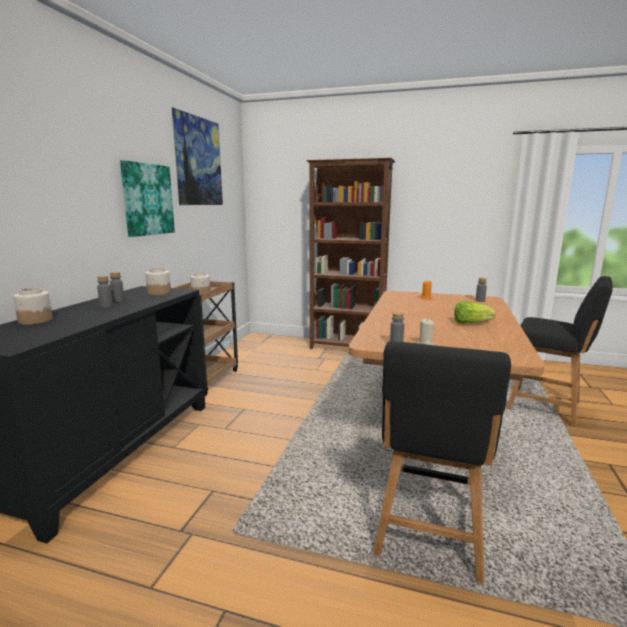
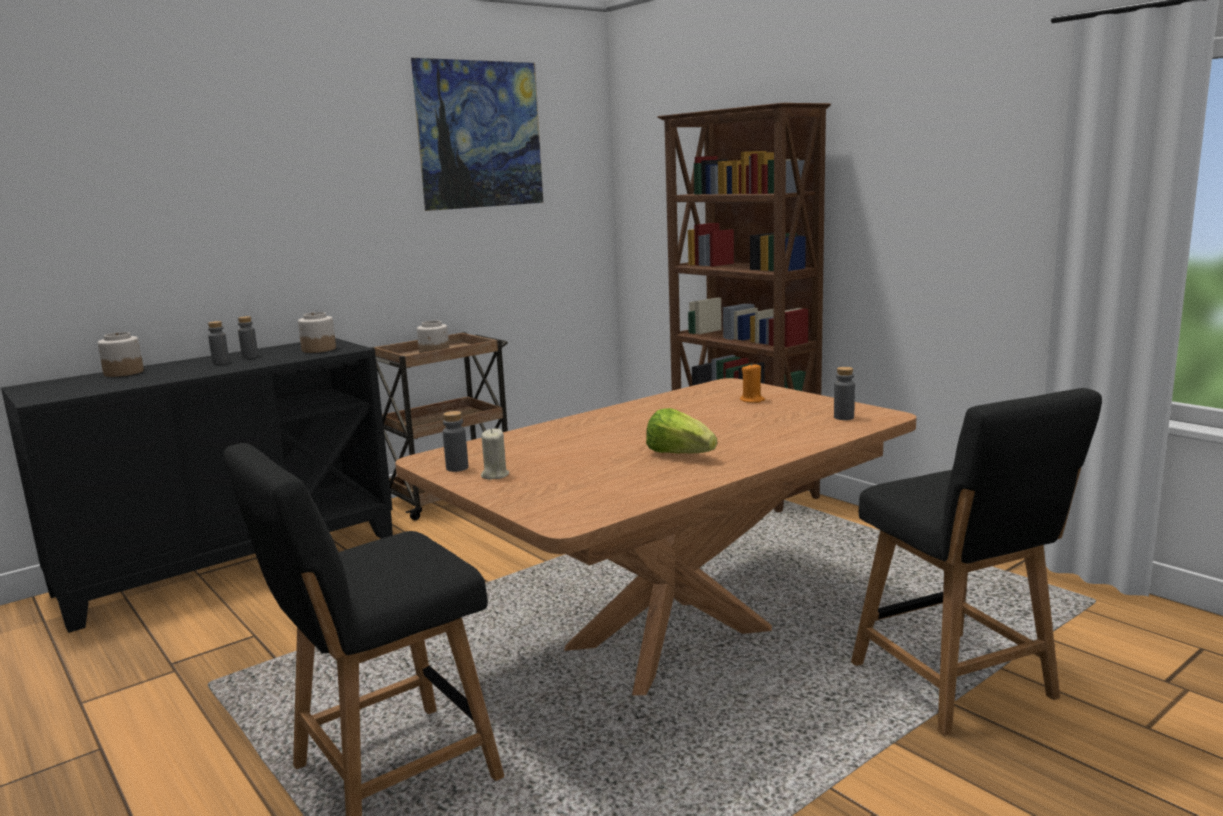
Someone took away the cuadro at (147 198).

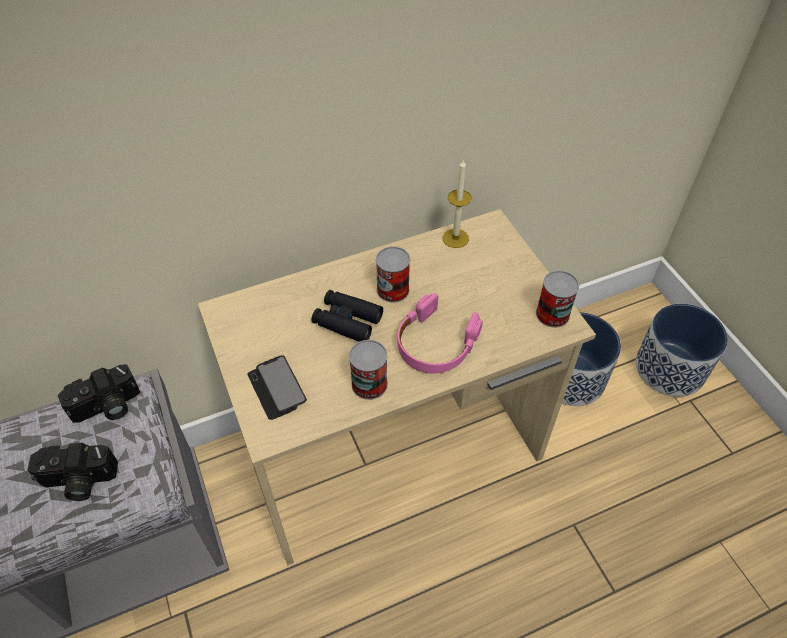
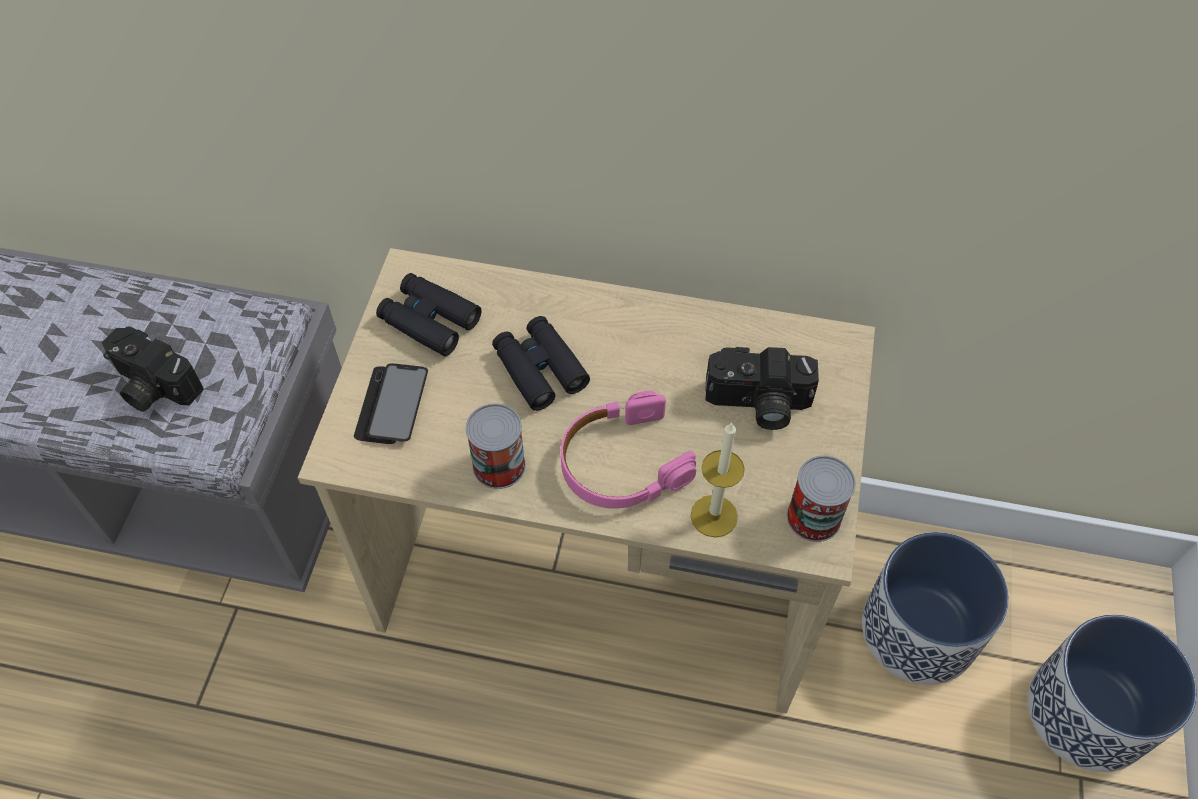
Someone took away the lata at (393 274).
Someone put down the prismáticos [negro] at (428 314).
Someone carried the cámara from (99 393) to (762 388).
Someone carried the vela from (457 204) to (718 480).

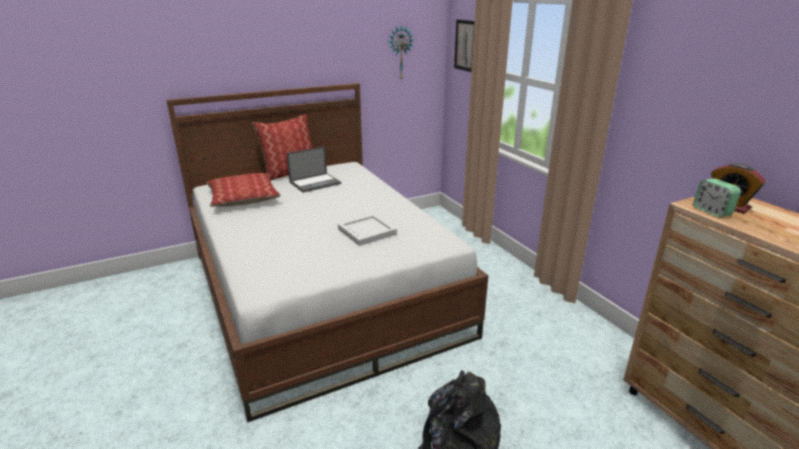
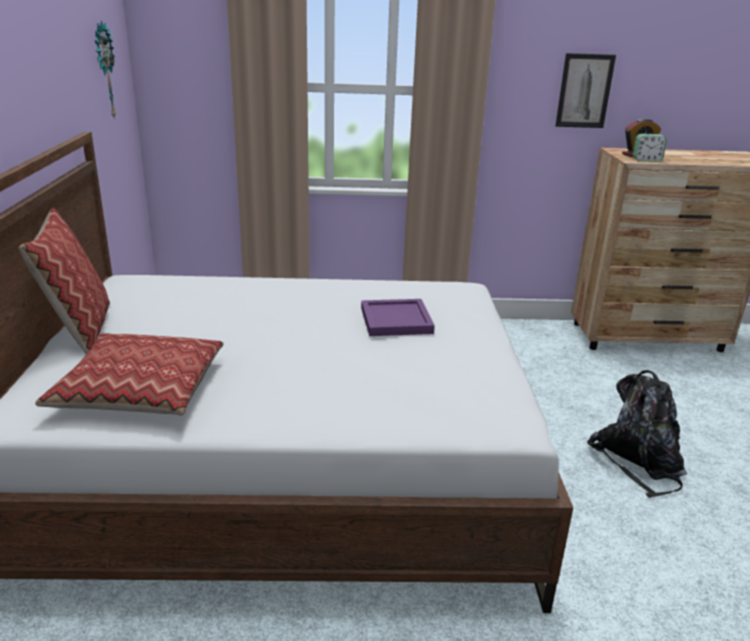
Someone took away the portátil at (314 169).
Someone carried the cuadro from (464 45) to (585 90).
Someone repainted the bandeja [blanco] at (367 230), which became the bandeja [morado] at (398 317).

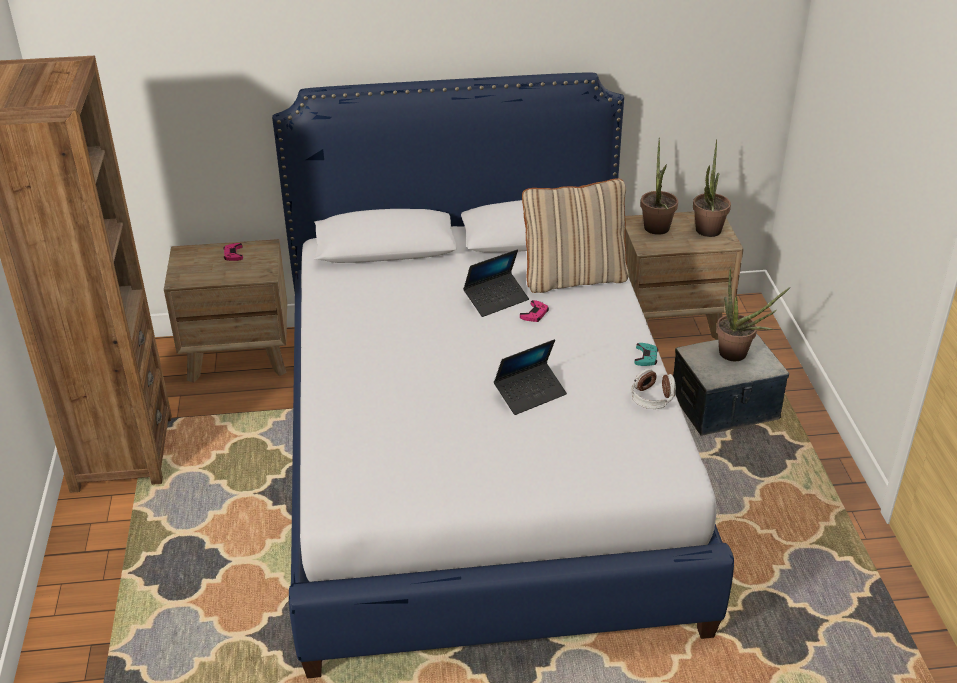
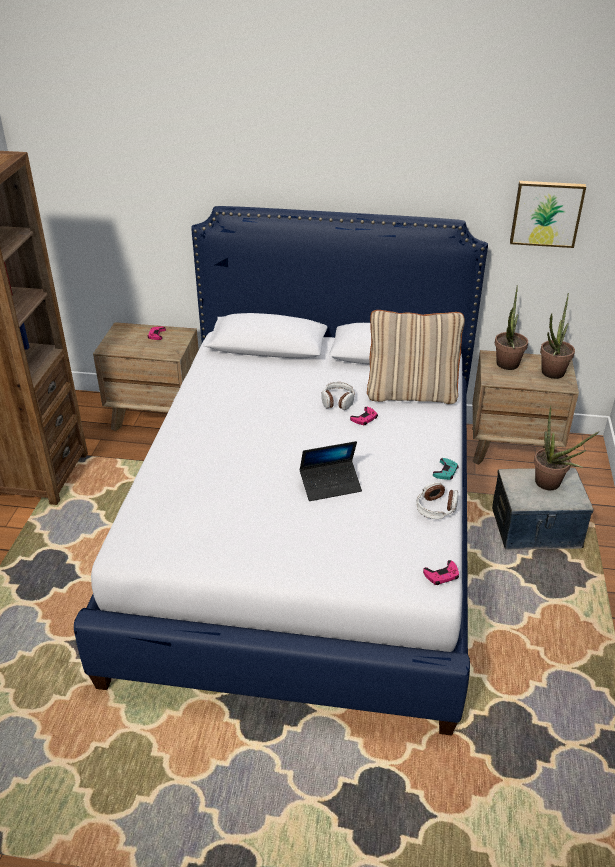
Someone put down the mando de consola [rosa] at (441 572).
Someone put up the cuadro at (548 214).
Someone swapped the portátil at (496 283) for the auriculares at (338 396).

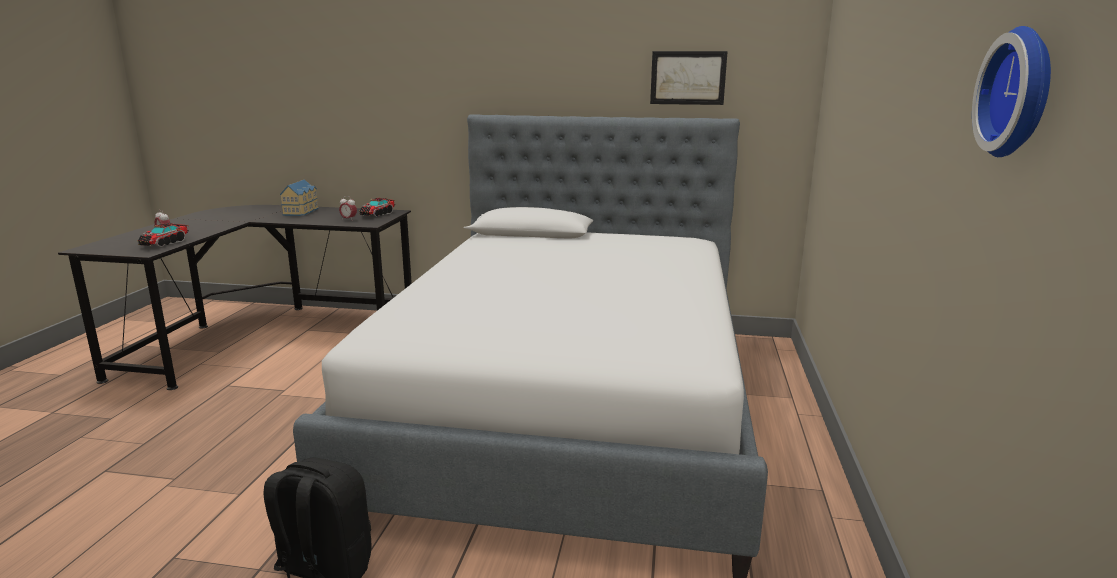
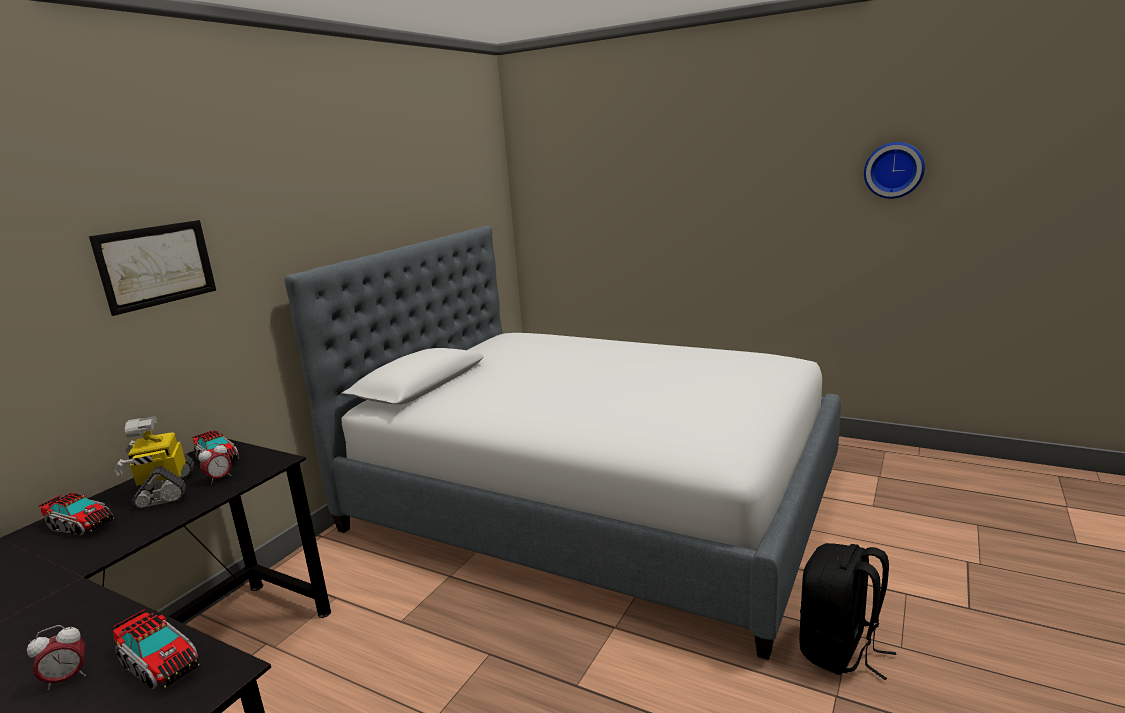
Someone put down the robot de juguete at (153 462).
Someone carried the cuadro from (689 78) to (152 268).
Someone swapped the casita at (299 197) for the camión de juguete at (77 513).

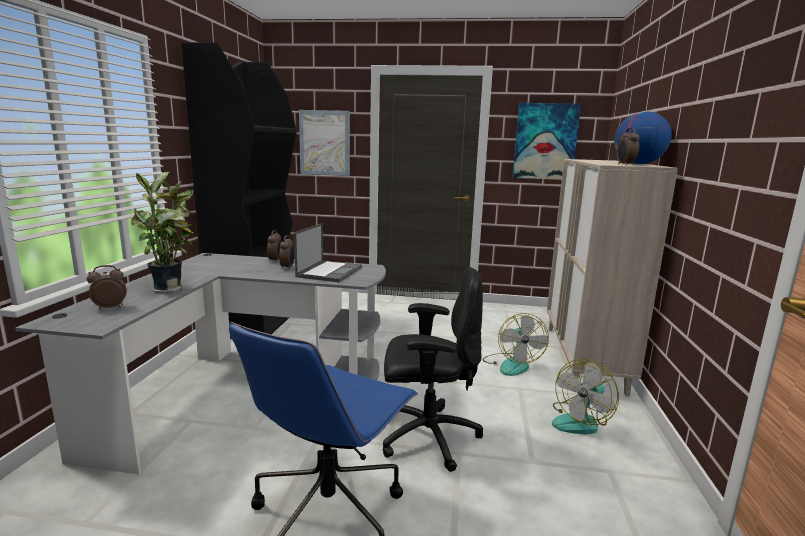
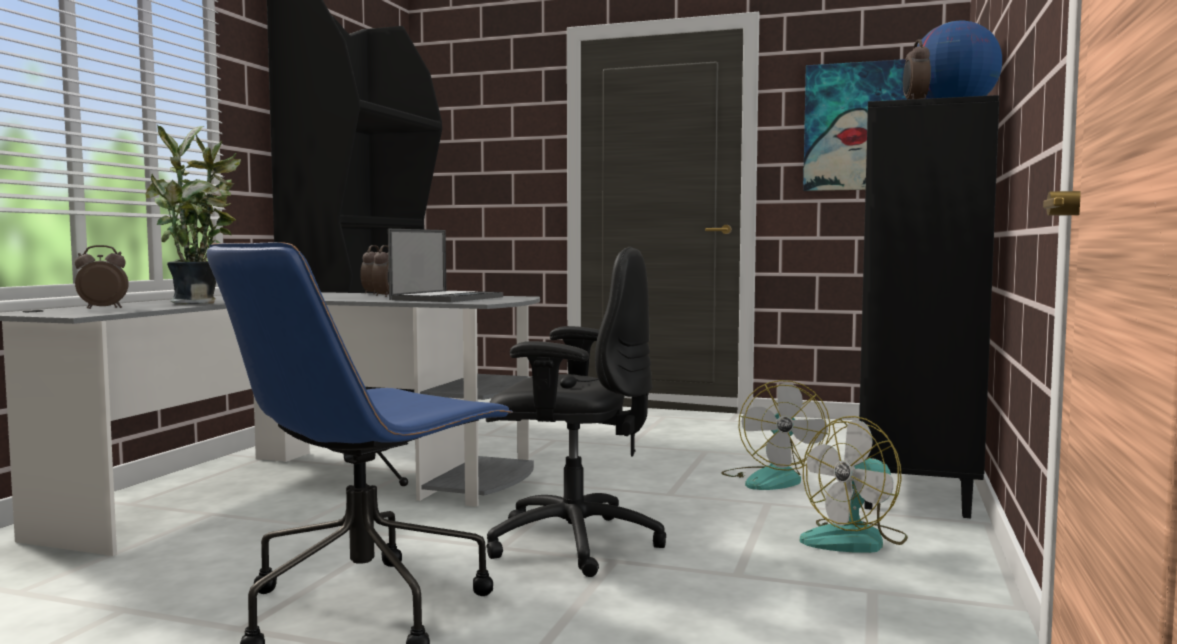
Someone took away the cuadro at (324 143).
Someone repainted the armario [beis] at (612 278), which became the armario [negro] at (929 306).

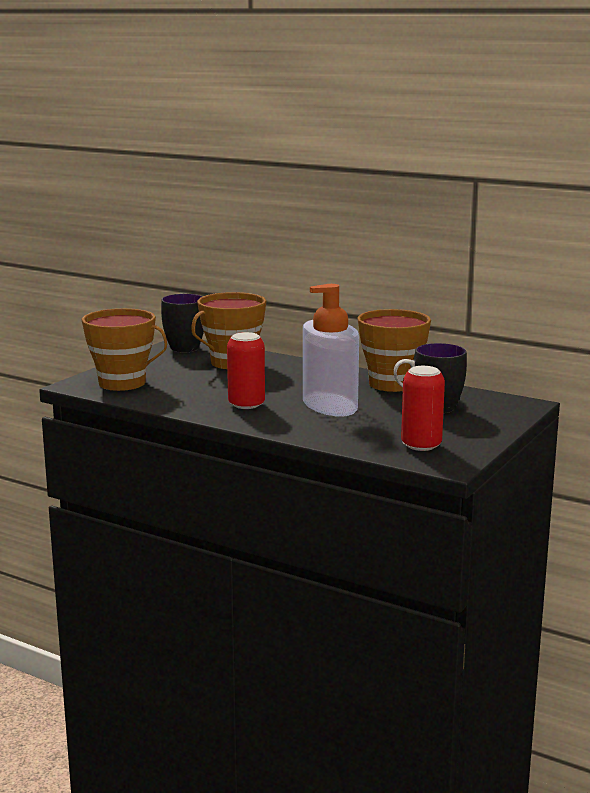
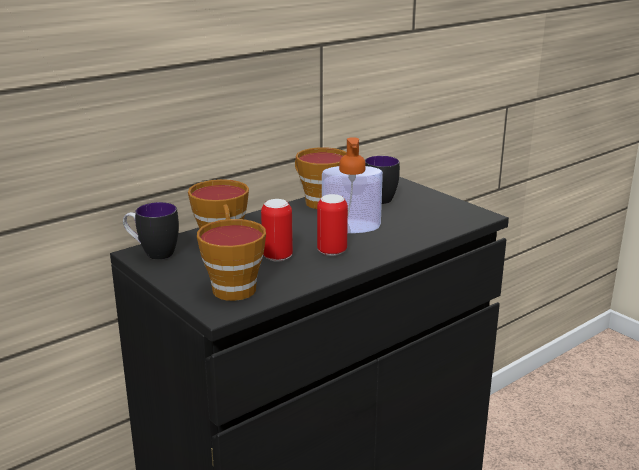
Someone carried the lata from (423 408) to (277 230).

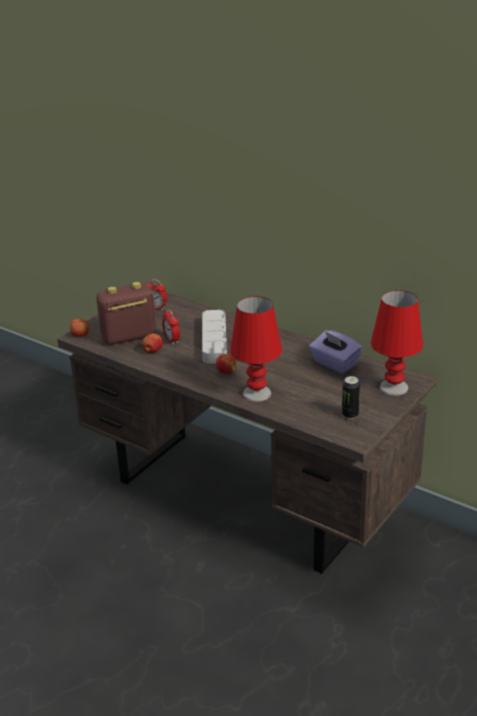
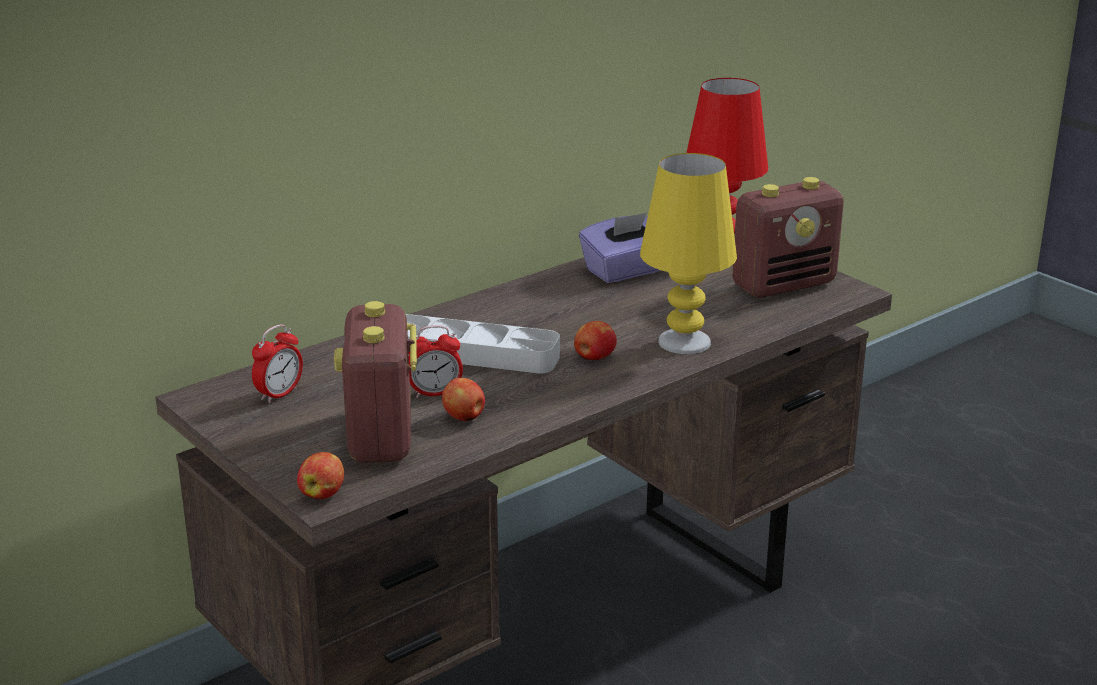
Someone swapped the lata at (351 397) for the radio at (788 237).
Someone repainted the lámpara de mesa [rojo] at (256 349), which became the lámpara de mesa [amarillo] at (688 253).

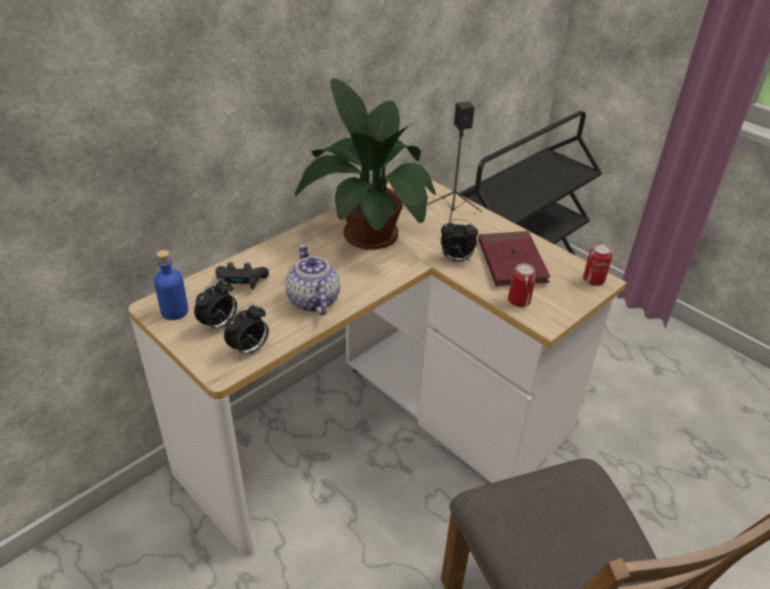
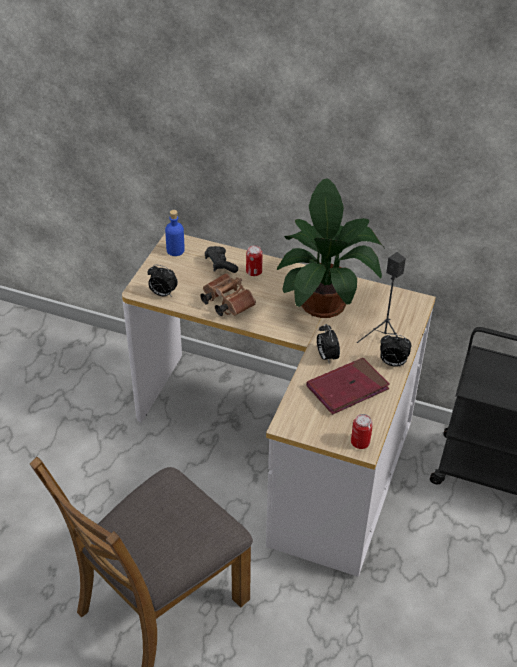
Someone carried the despertador from (215 305) to (396 350).
Someone carried the lata from (522 285) to (254 260).
Someone swapped the tetera at (313 280) for the prismáticos [marrón] at (228 294).

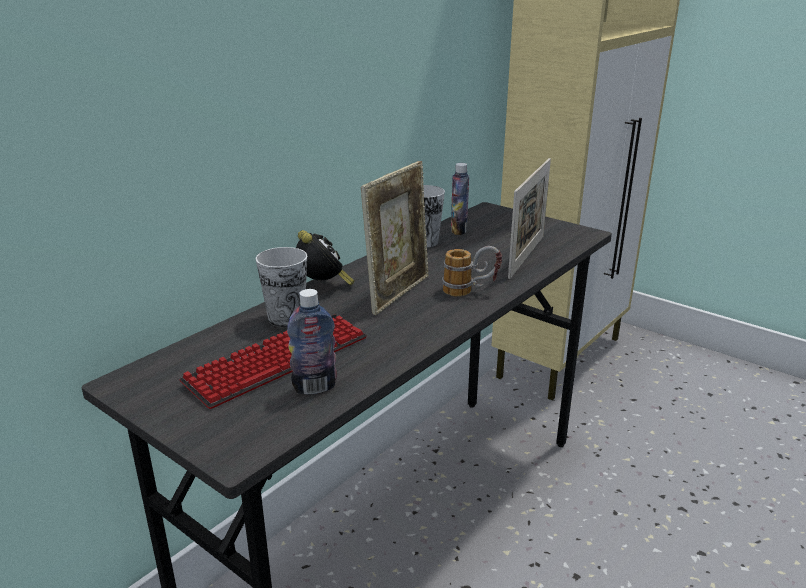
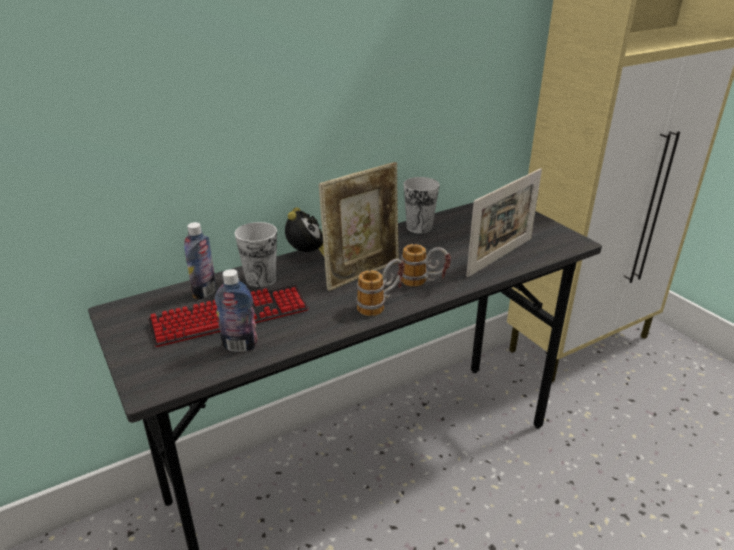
Someone put down the taza grande at (380 287).
Someone carried the botella from (460 199) to (200 261).

